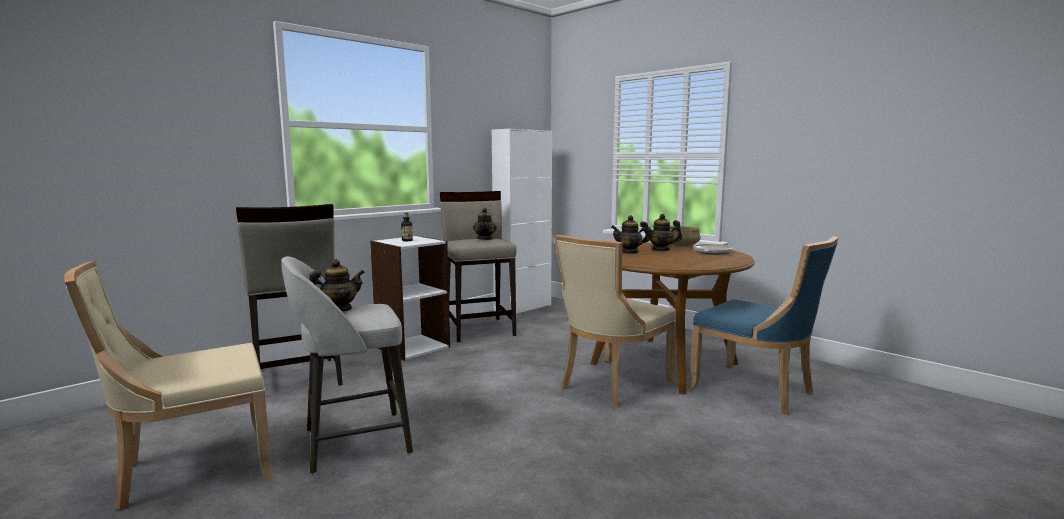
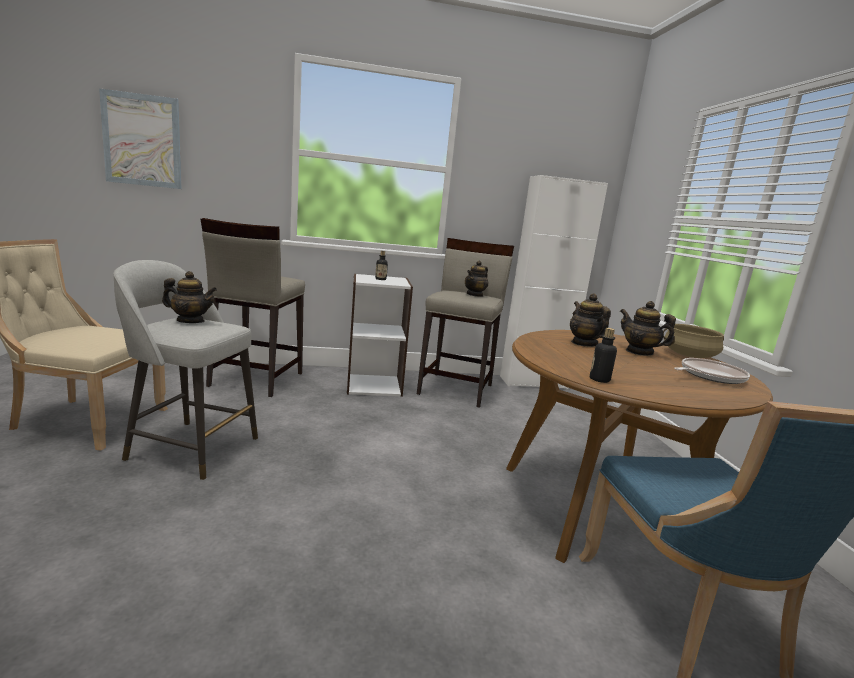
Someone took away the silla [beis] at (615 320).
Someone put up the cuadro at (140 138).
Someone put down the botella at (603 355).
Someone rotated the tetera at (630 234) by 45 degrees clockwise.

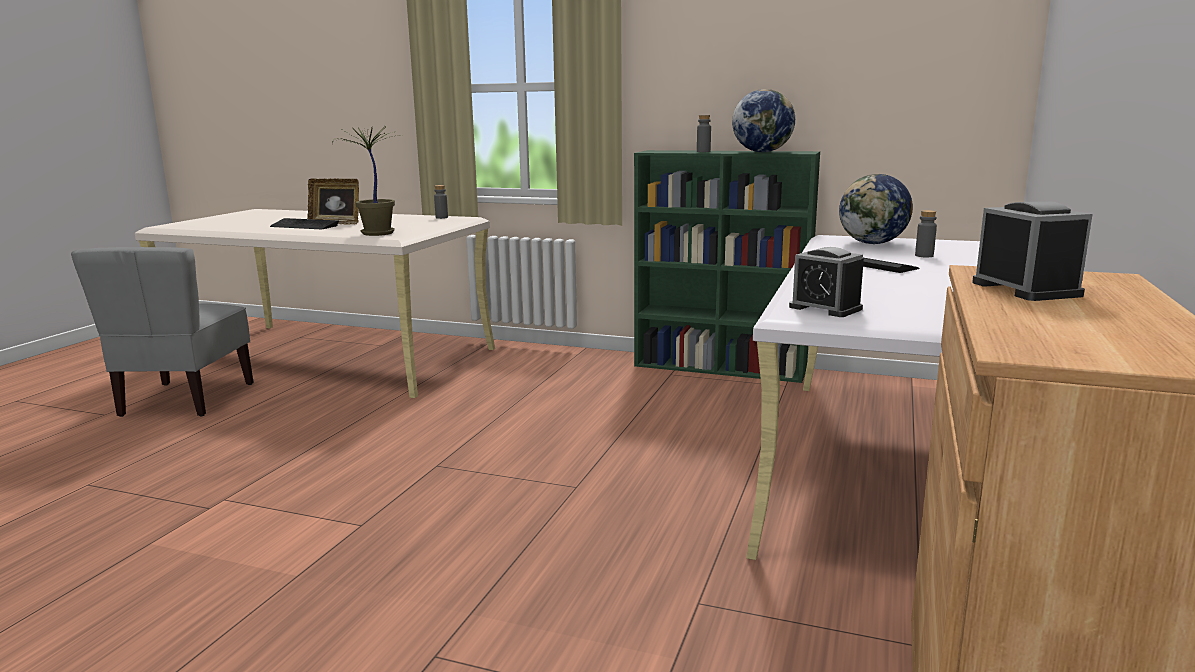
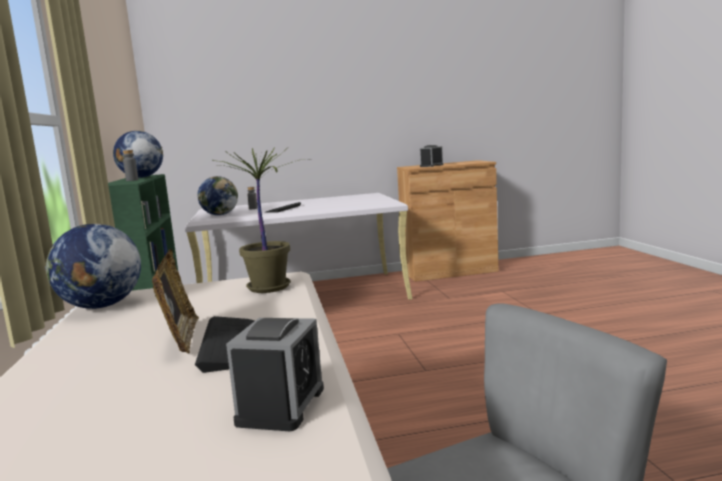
Someone carried the despertador from (826 282) to (275 374).
Someone swapped the botella [gris] at (441 202) for the globo terráqueo at (93 266).

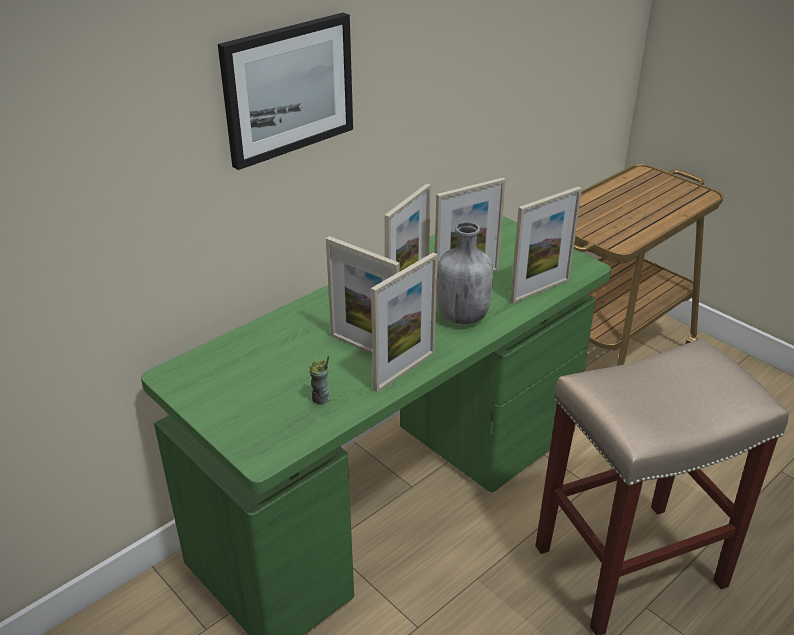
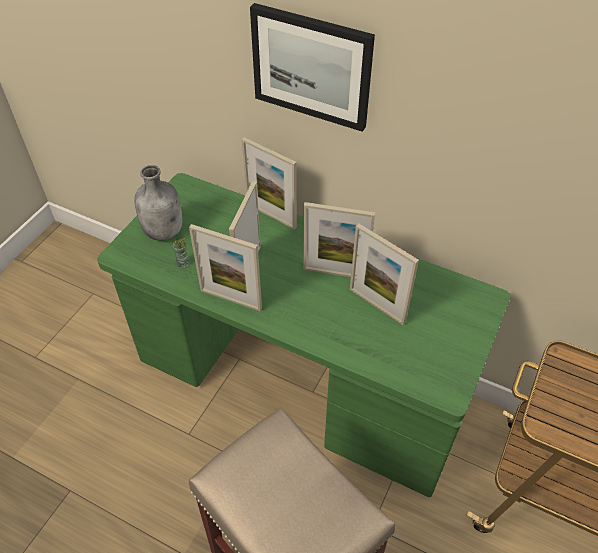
Someone carried the botella [gris] from (465 273) to (158 203).
Someone carried the portarretratos from (546 244) to (269 183).

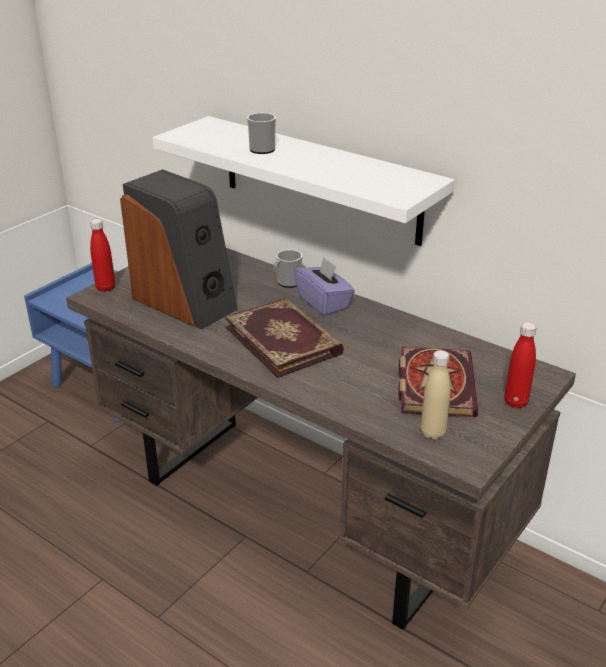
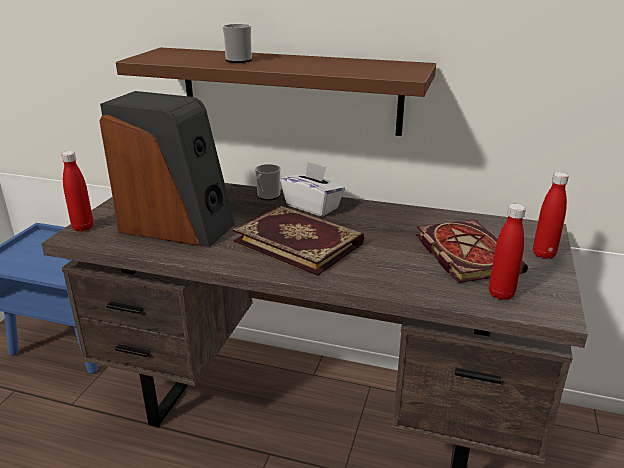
Someone repainted the estante [blanco] at (303 181), which became the estante [marrón] at (276 91).
Someone repainted the caja de pañuelos [morado] at (324 286), which became the caja de pañuelos [blanco] at (313 189).
Someone repainted the botella [beis] at (436 395), which became the botella [rojo] at (507 252).

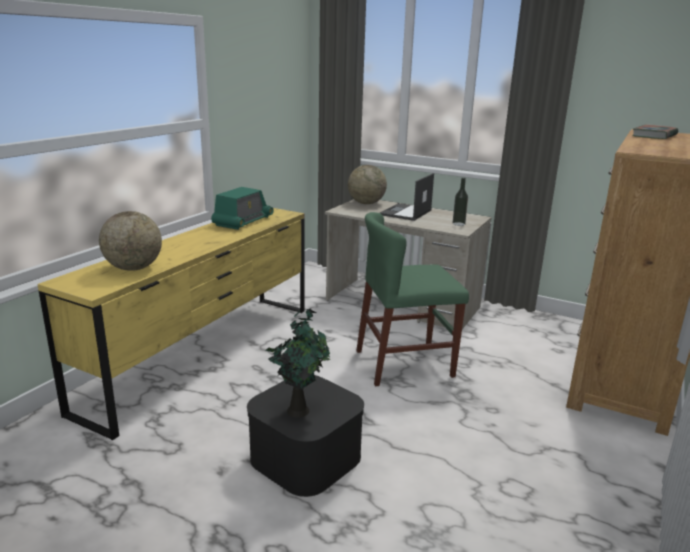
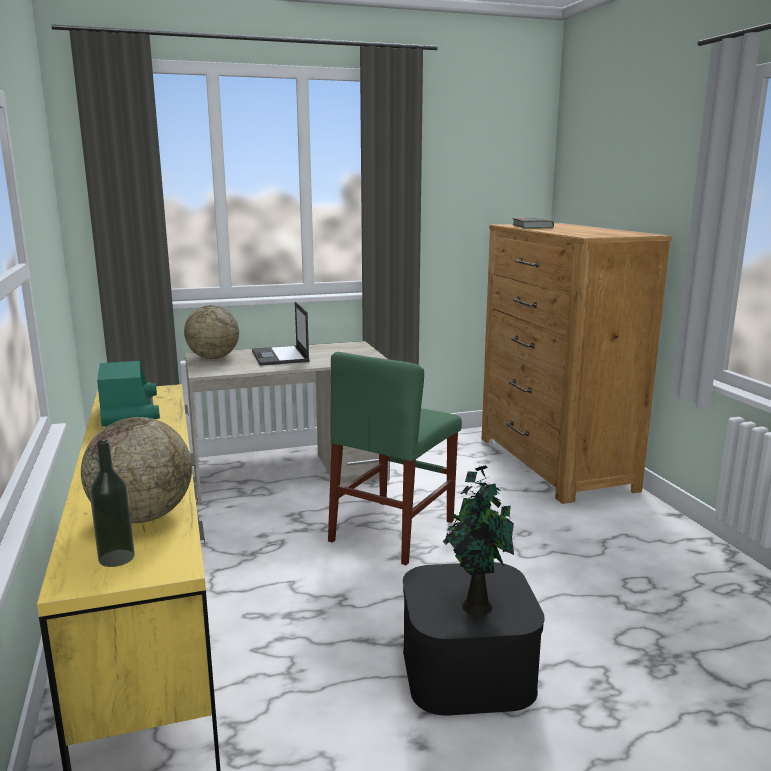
Someone carried the botella from (460 202) to (112 503).

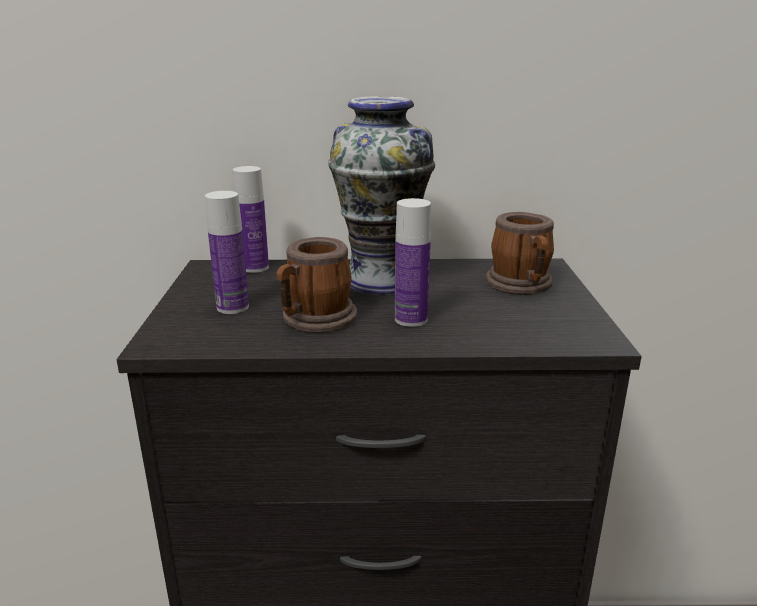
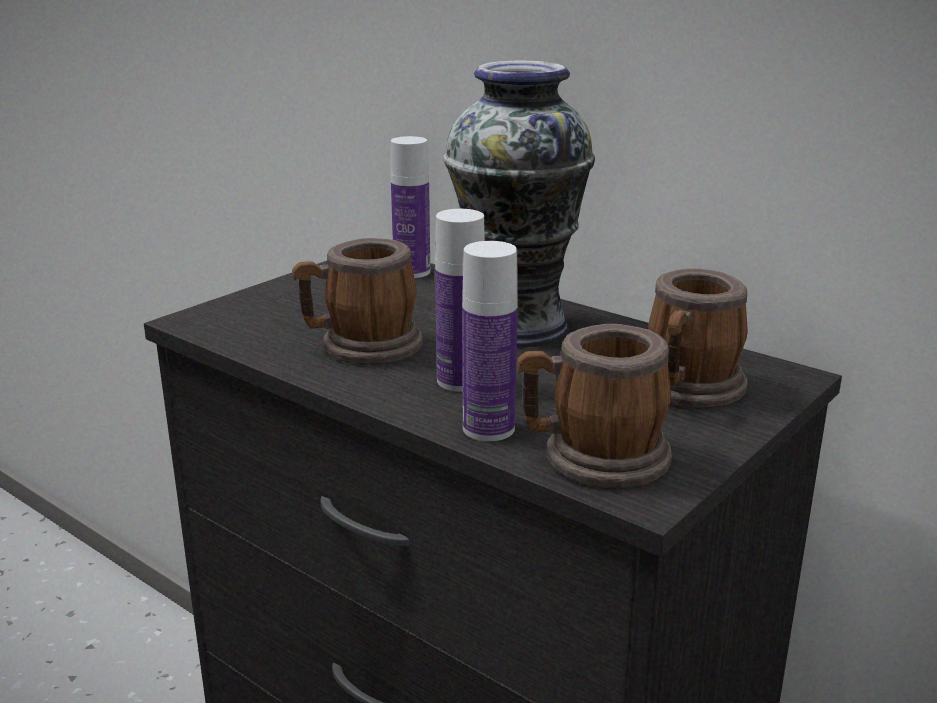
Someone put down the taza grande at (594 406).
Someone carried the botella from (227 252) to (490 341).

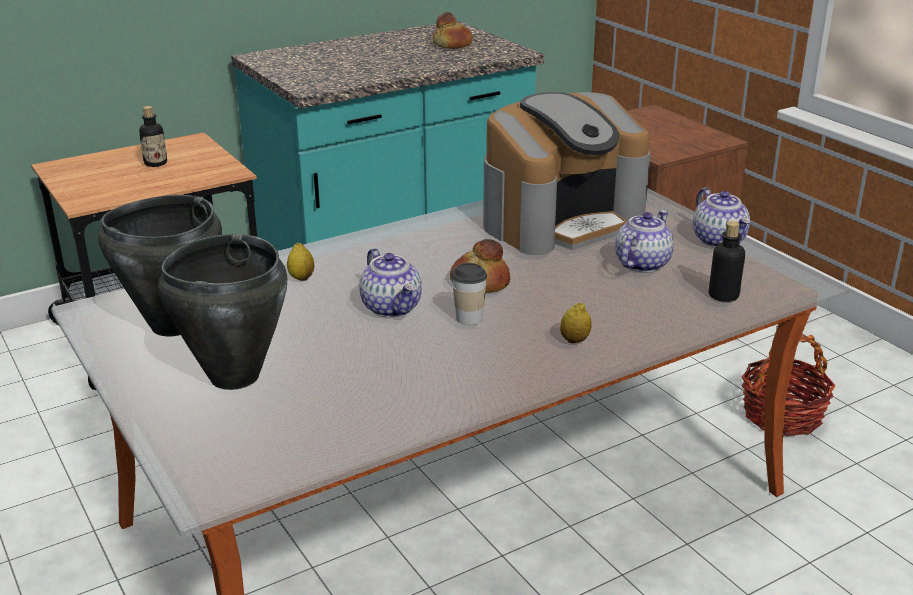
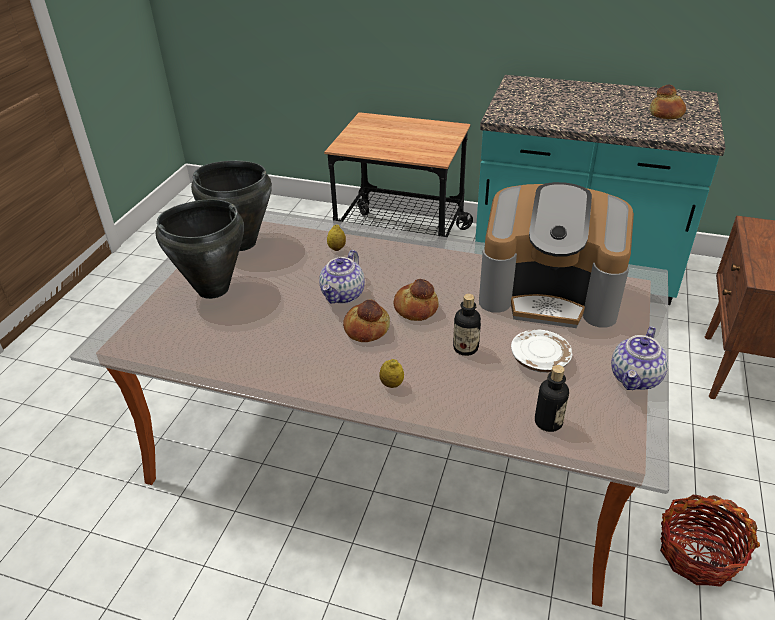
Someone carried the botella from (153 136) to (467 325).
Someone swapped the taza at (469 294) for the pan at (366 320).
Someone swapped the tetera at (644 241) for the plato [blanco] at (542 351).

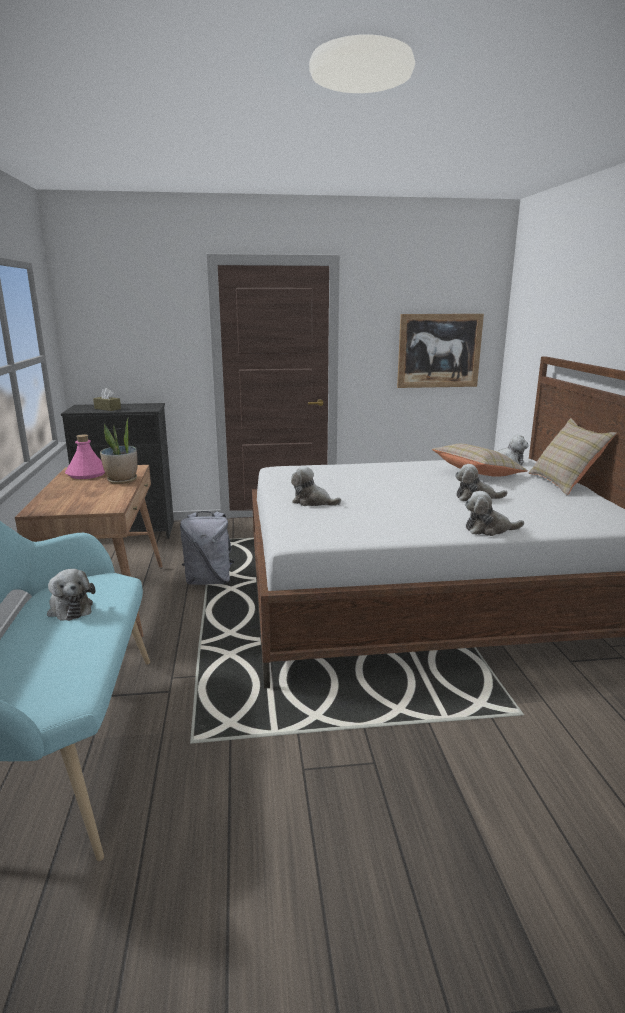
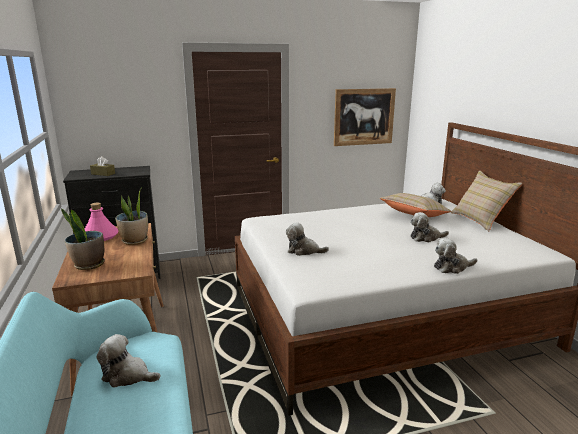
Someone took away the mochila [gris] at (207 548).
Someone put down the planta en maceta at (83 239).
Someone rotated the peluche at (71 595) by 150 degrees clockwise.

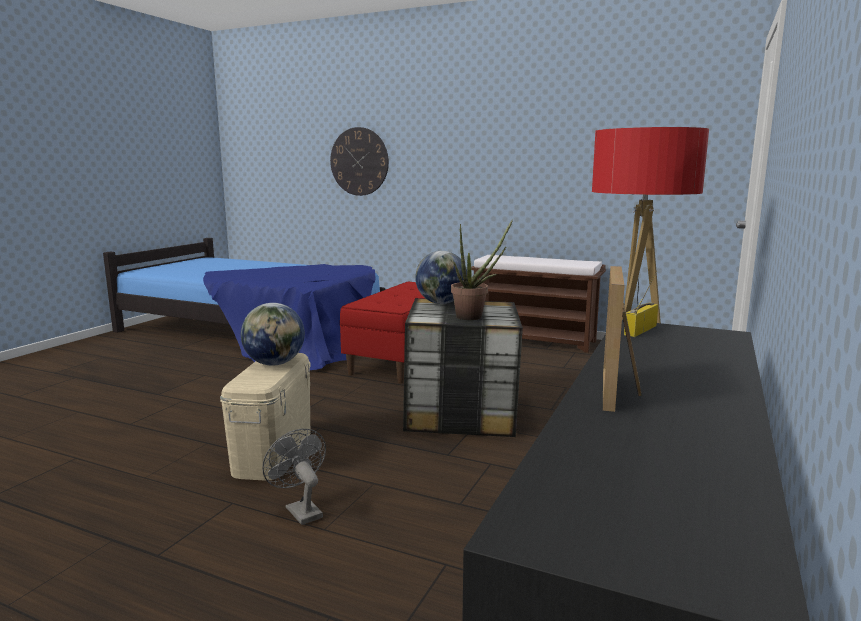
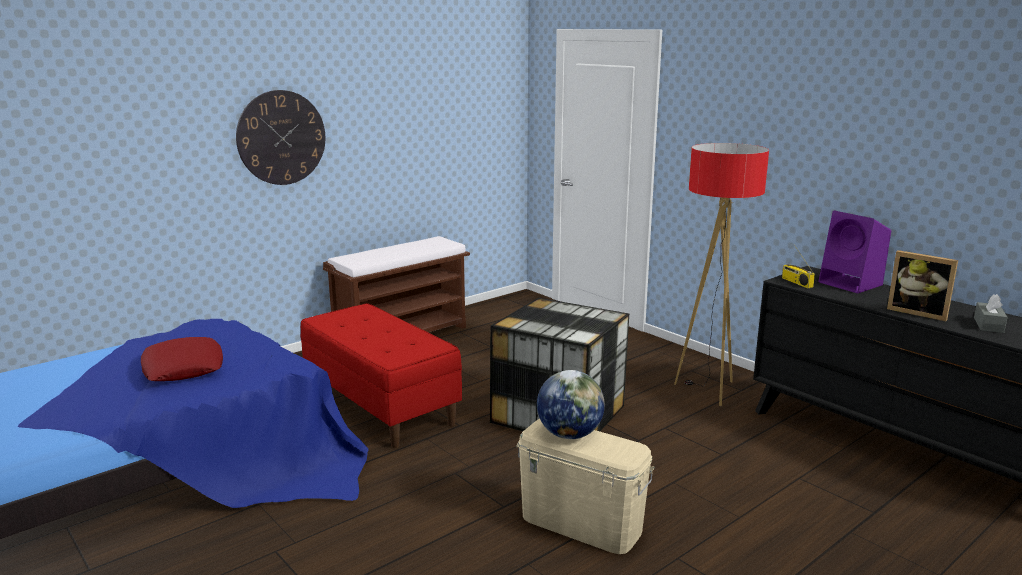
Someone took away the ventilador [gris] at (294 477).
Someone took away the globo terráqueo at (441 277).
Someone took away the planta en maceta at (482 269).
Someone put down the cojín [rojo] at (182 359).
Someone put down the altavoz [morado] at (854 252).
Someone put down the caja de pañuelos [gris] at (991 313).
Someone carried the reloj de pared from (359 161) to (280 137).

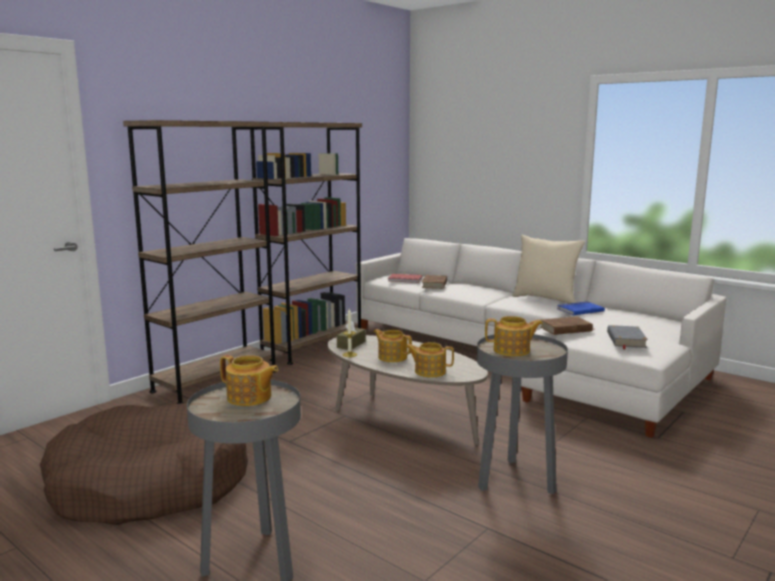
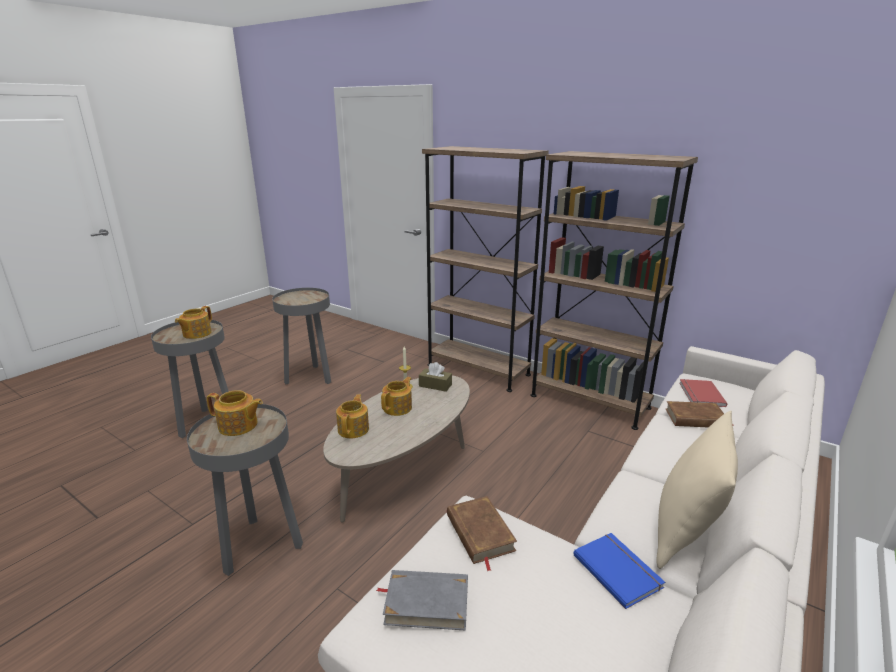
Someone swapped the cama para perro [marrón] at (144 464) for the mesa auxiliar [gris] at (301 336).
Someone rotated the tetera at (514 336) by 75 degrees counterclockwise.

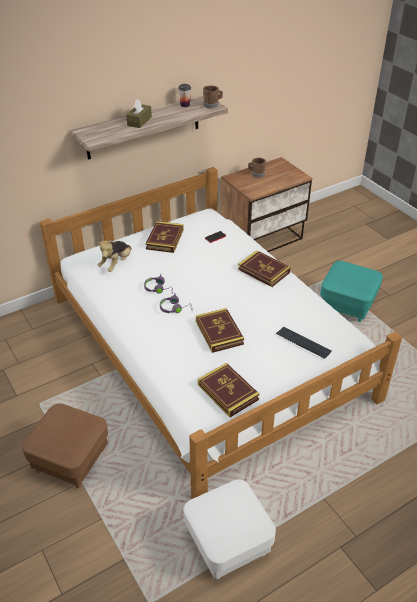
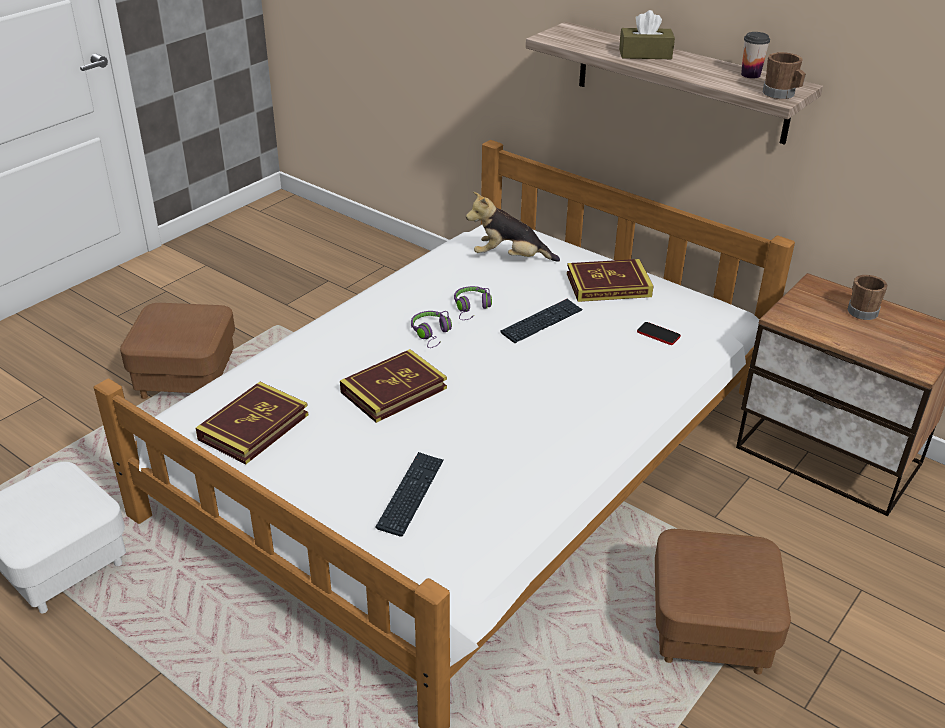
Someone took away the libro at (264 268).
Someone put down the teclado at (541 321).
Someone repainted the puf [turquesa] at (351 291), which became the puf [marrón] at (723 602).

